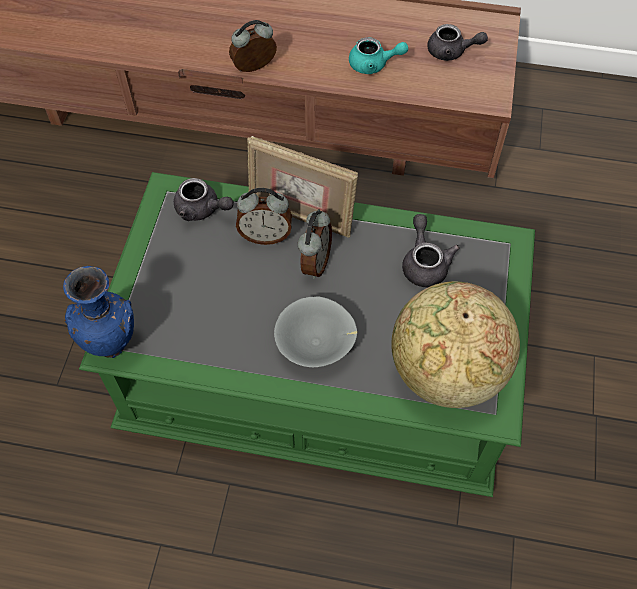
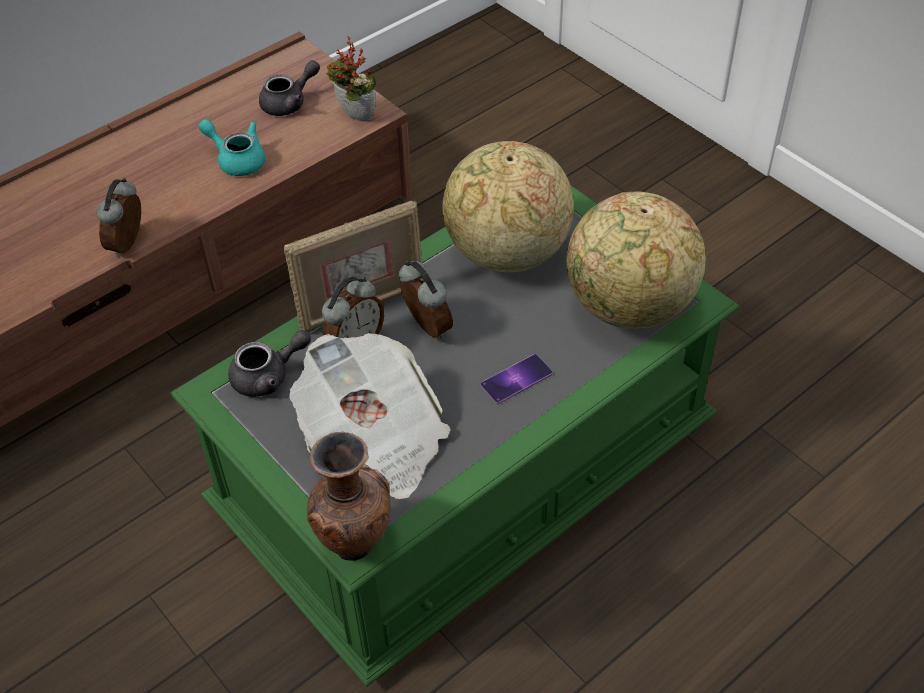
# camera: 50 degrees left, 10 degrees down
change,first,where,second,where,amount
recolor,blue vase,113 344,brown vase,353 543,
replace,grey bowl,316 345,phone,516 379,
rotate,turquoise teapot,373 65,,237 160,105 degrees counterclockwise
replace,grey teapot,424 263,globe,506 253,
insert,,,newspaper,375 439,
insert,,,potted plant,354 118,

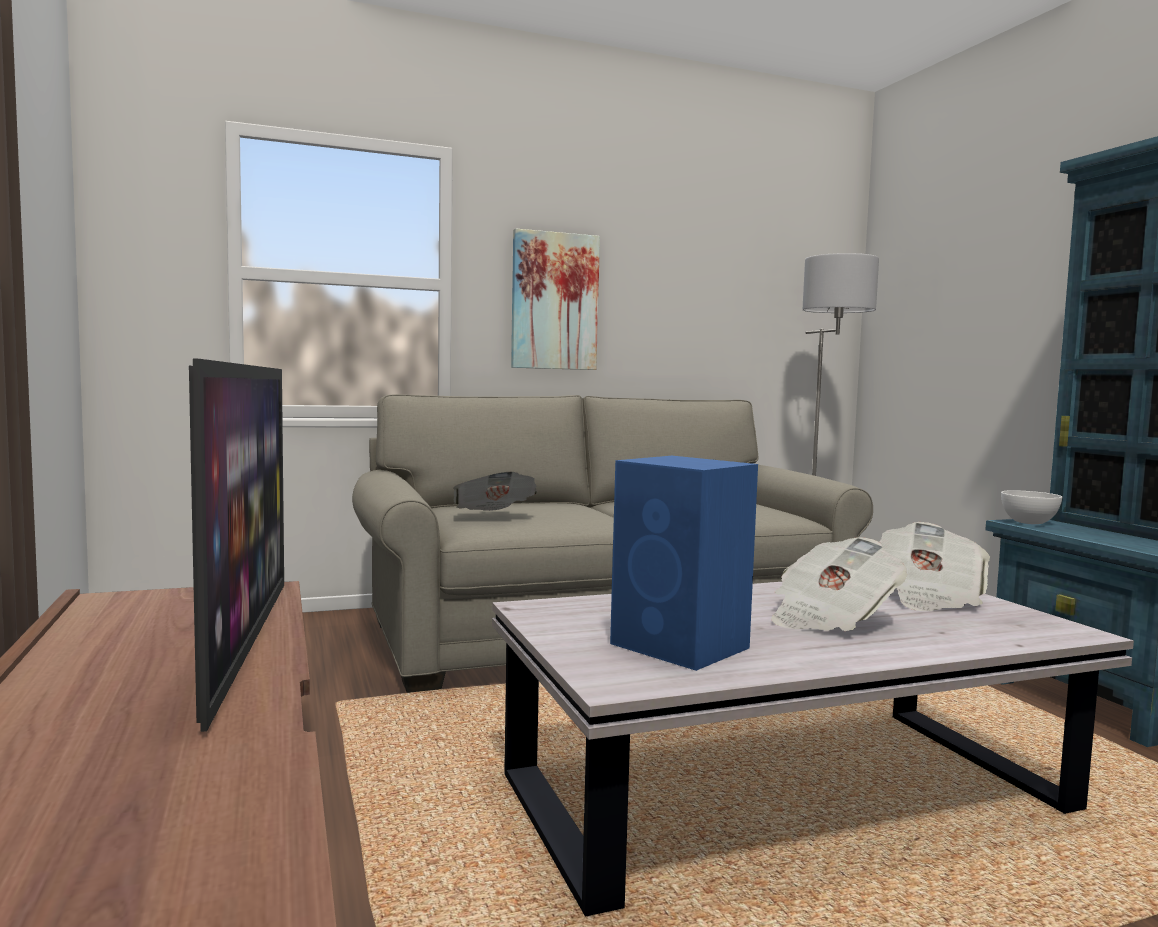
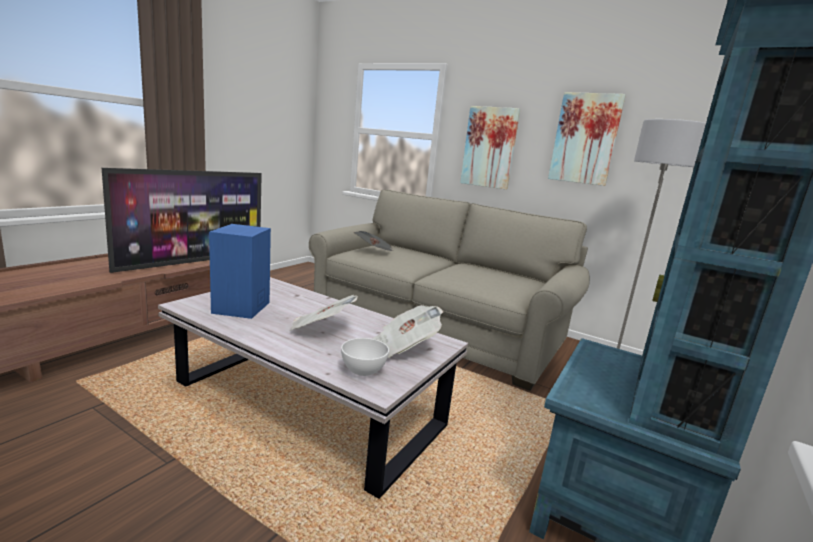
# camera: 50 degrees right, 10 degrees up
change,first,where,second,where,amount
move,white bowl,1028 522,,363 371,
insert,,,picture,585 139,

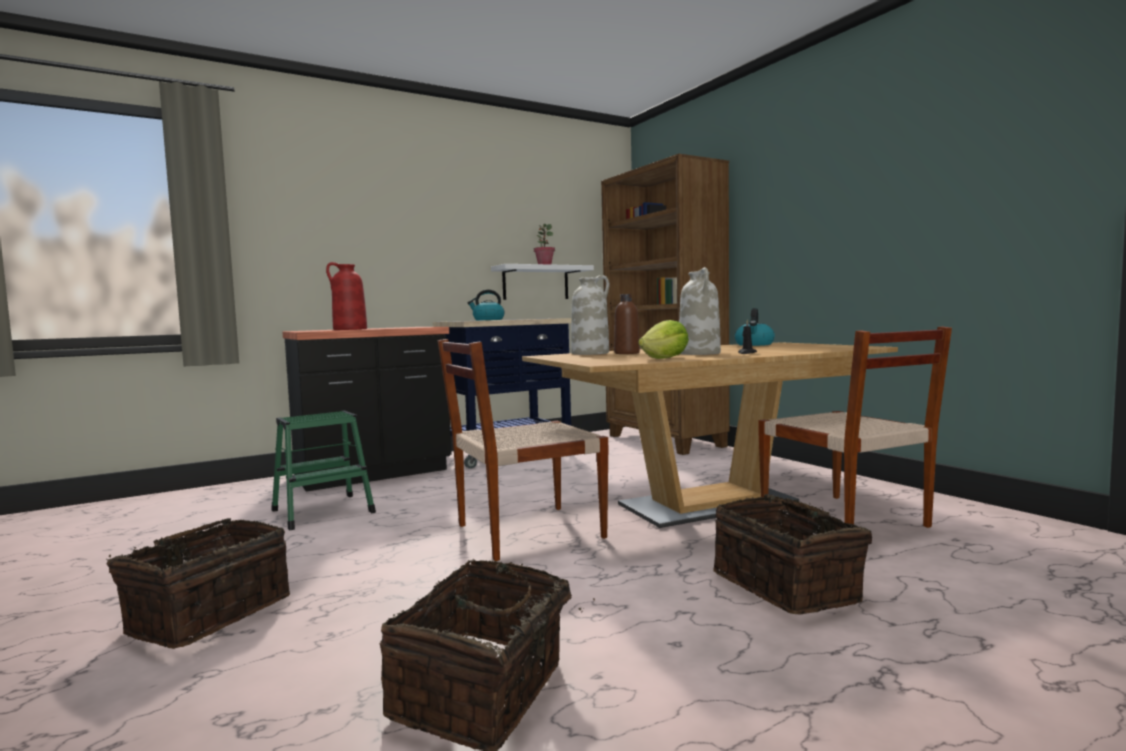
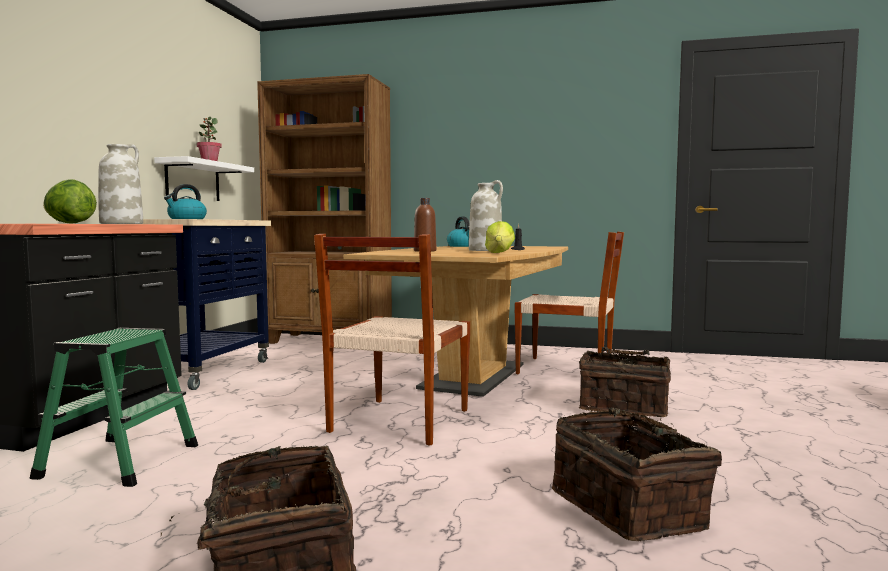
# camera: 45 degrees left, 0 degrees up
change,first,where,second,where,amount
replace,red vase,349 329,lettuce,69 223,
move,white vase,590 353,,122 223,

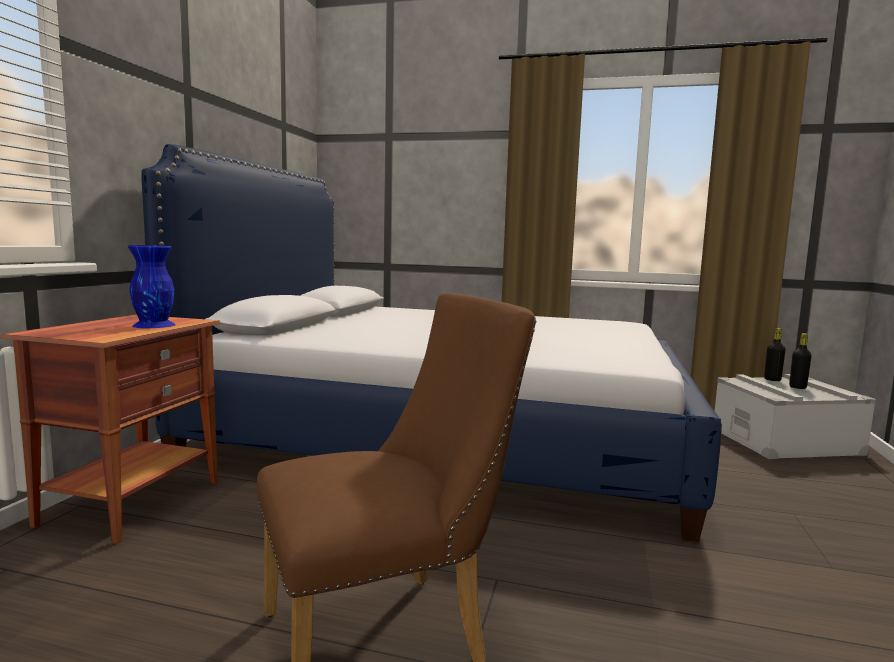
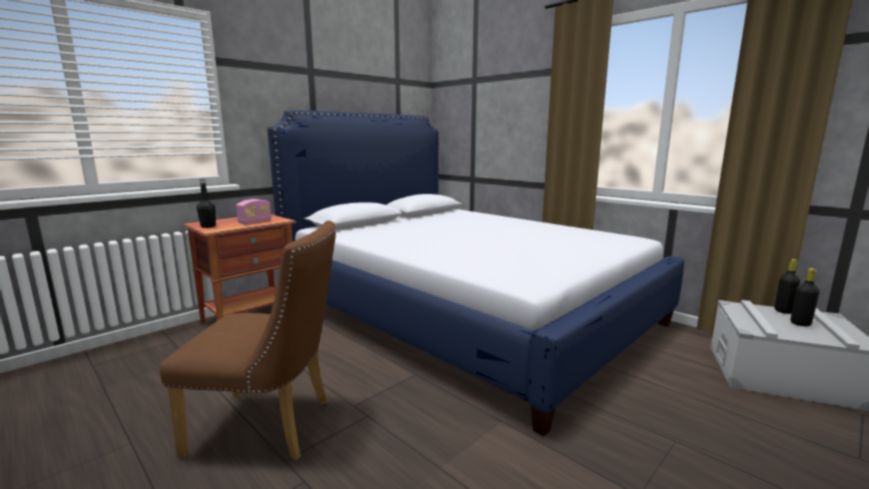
# camera: 30 degrees right, 5 degrees up
change,first,where,second,where,amount
replace,blue vase,154 325,radio,255 222,
insert,,,black bottle,208 226,

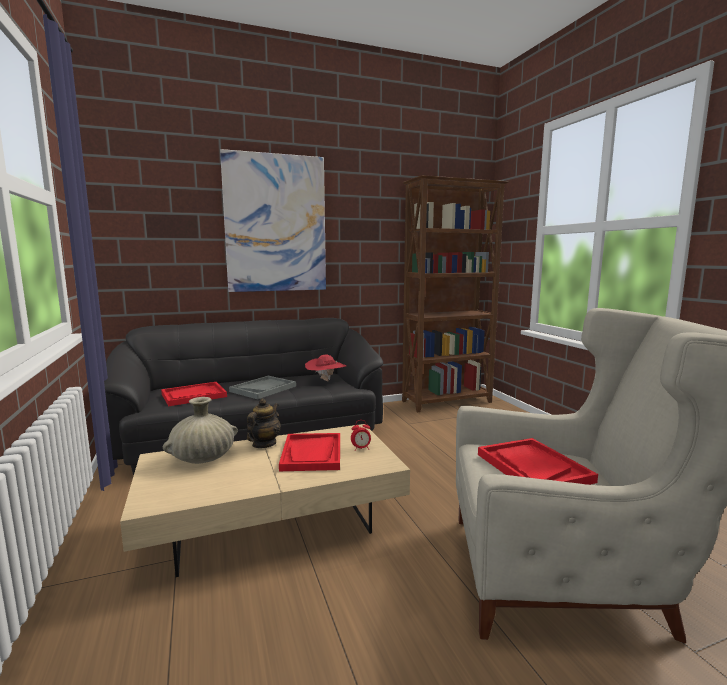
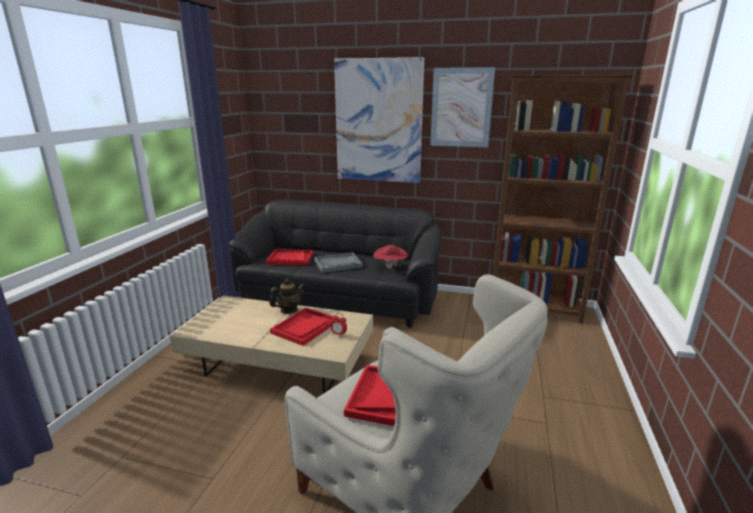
# camera: 35 degrees right, 10 degrees up
change,first,where,second,where,amount
delete,beige vase,203 459,,,
insert,,,picture,461 108,

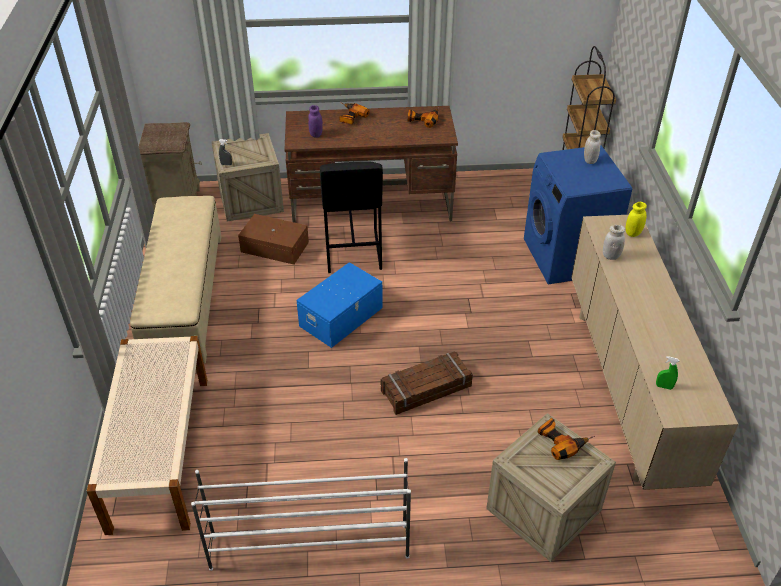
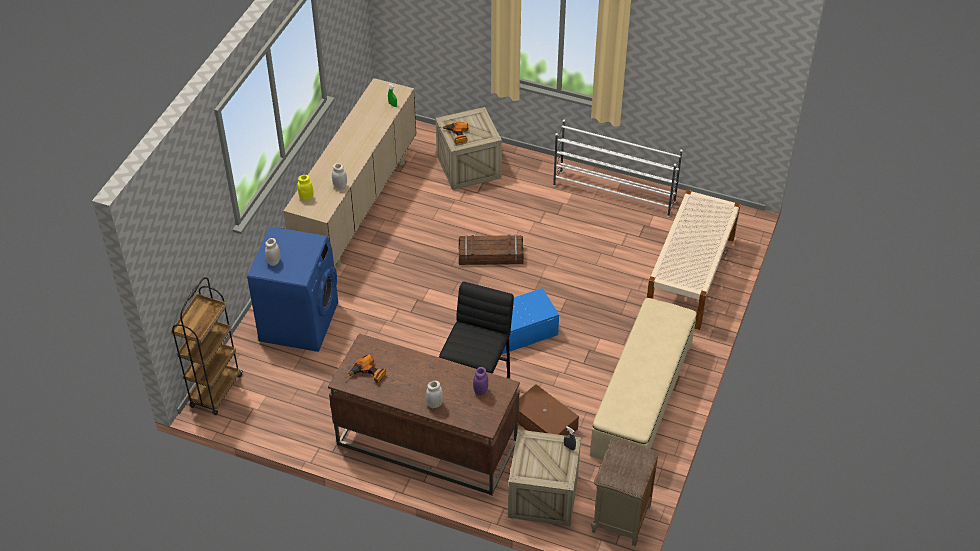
# camera: 155 degrees left, 5 degrees up
change,first,where,second,where,amount
replace,power drill,350 117,white jar,434 404,

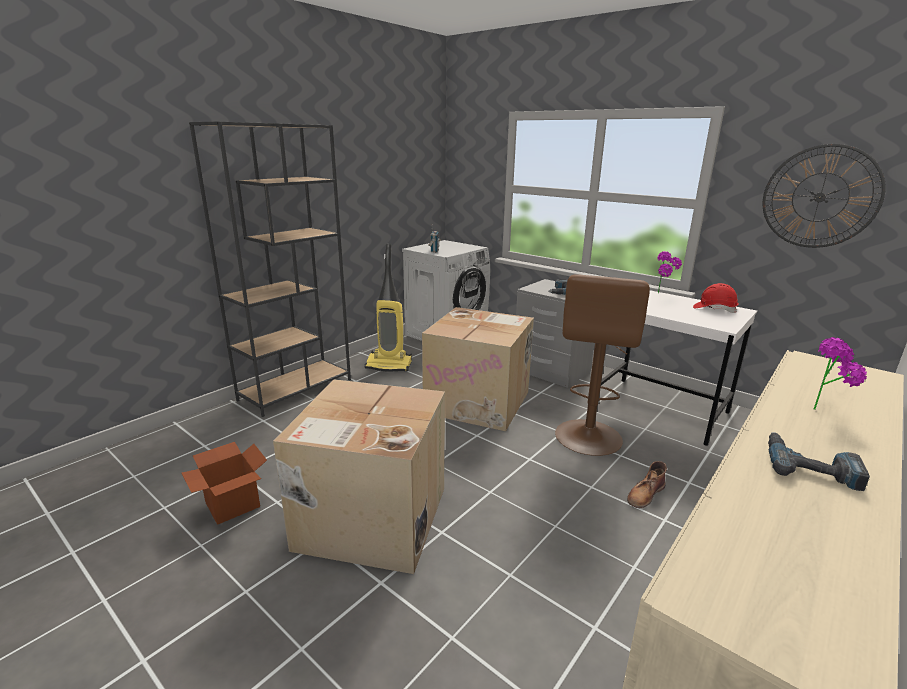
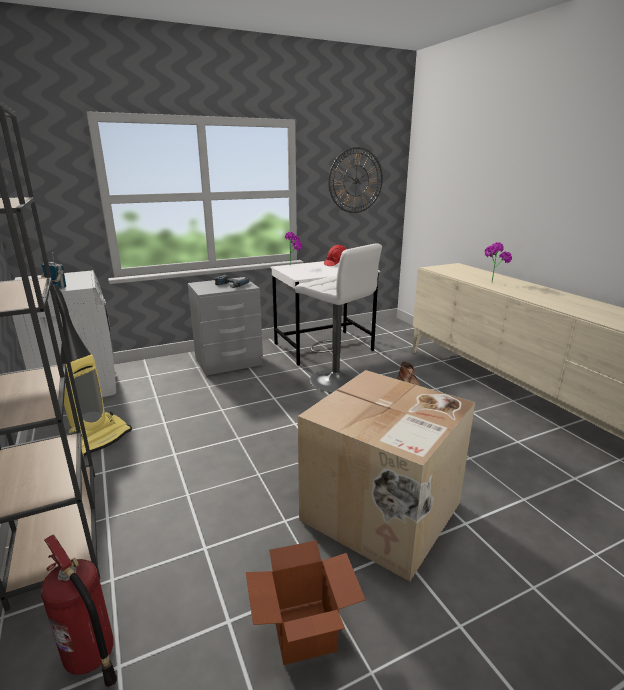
# camera: 65 degrees left, 0 degrees up
change,first,where,second,where,amount
delete,cardboard box,479 402,,,
recolor,brown stool,587 437,white stool,335 381,
delete,power drill,810 466,,,
insert,,,fire extinguisher,91 658,

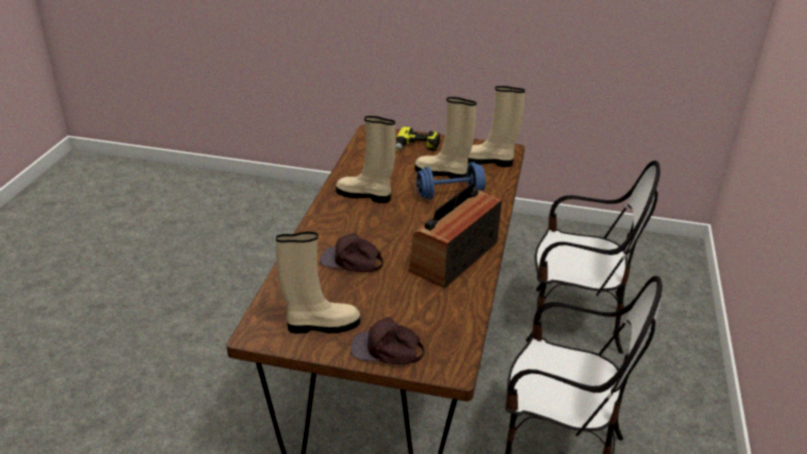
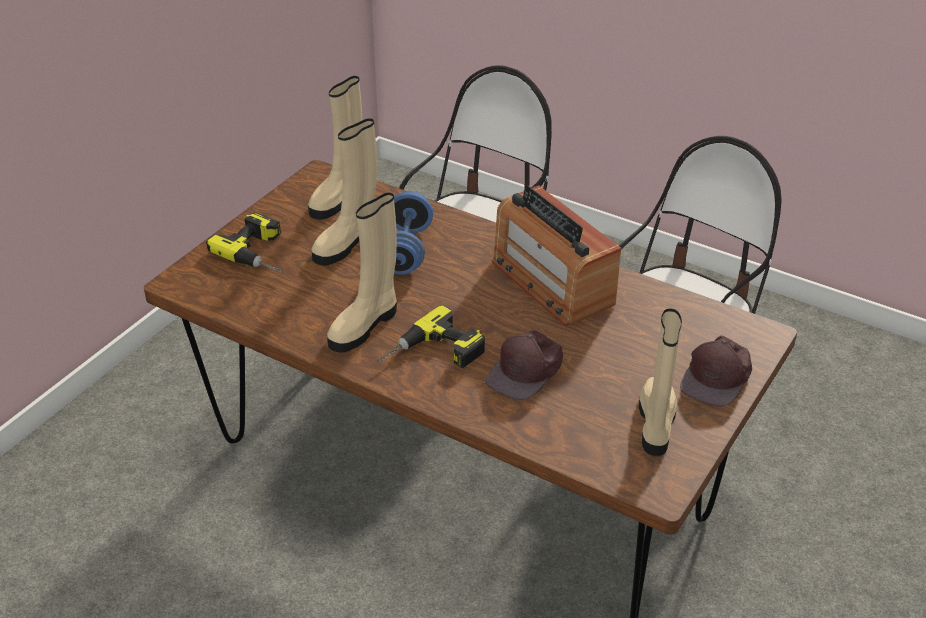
# camera: 70 degrees left, 5 degrees up
change,first,where,second,where,amount
insert,,,power drill,433 355,

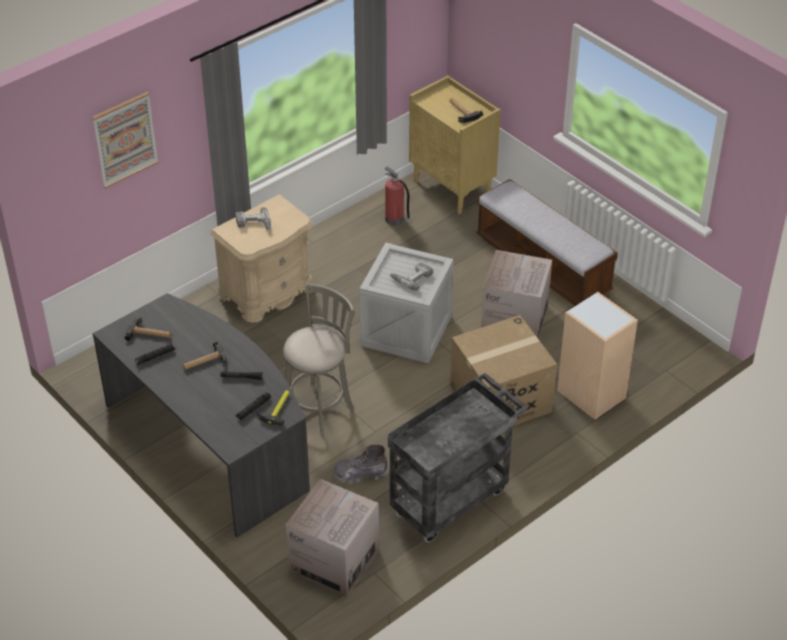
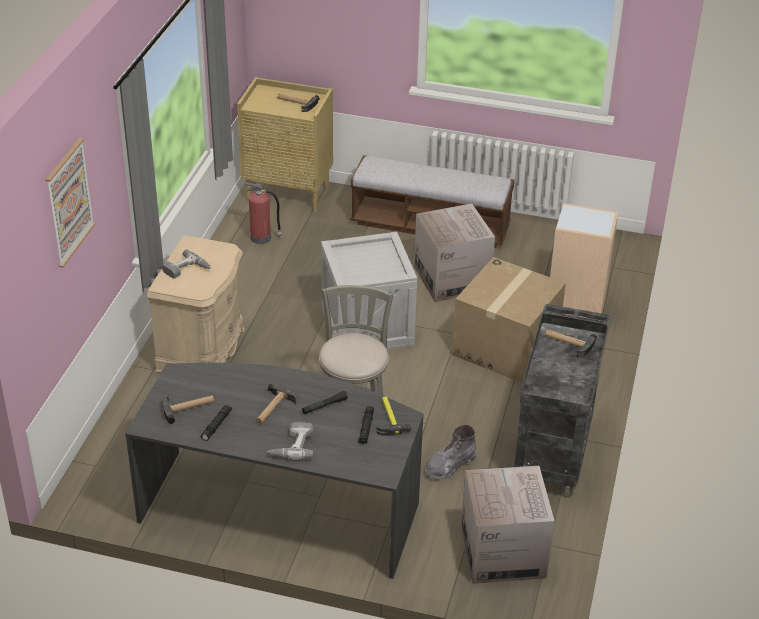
# camera: 35 degrees left, 5 degrees down
change,first,where,second,where,amount
move,power drill,411 277,,292 446,
insert,,,hammer,568 343,

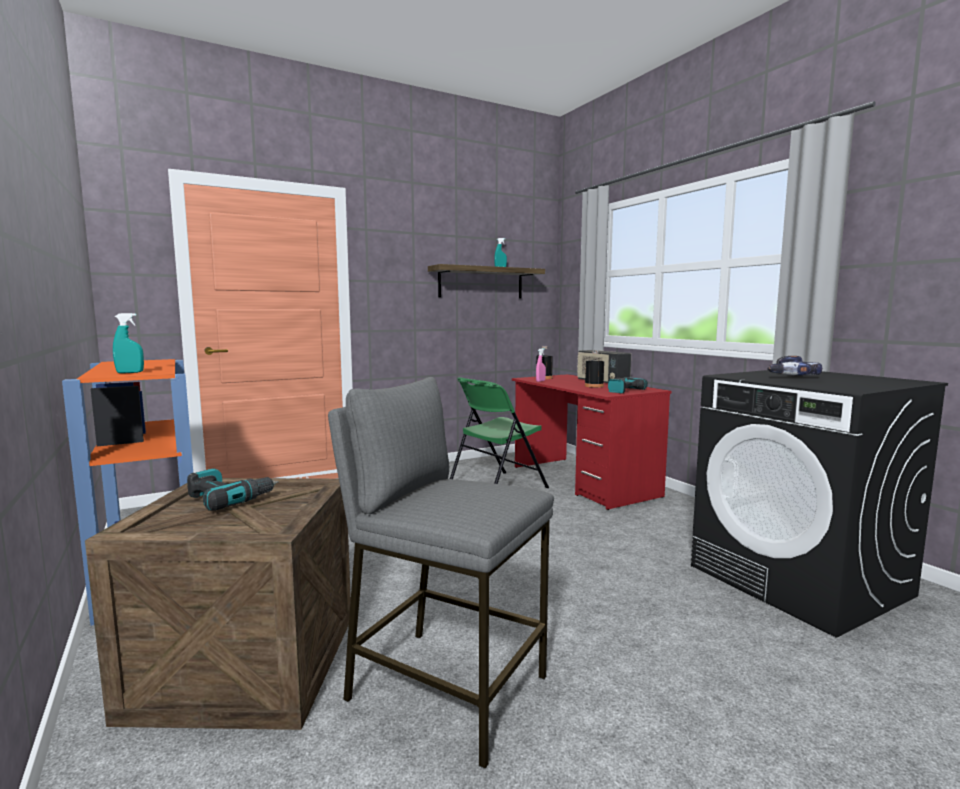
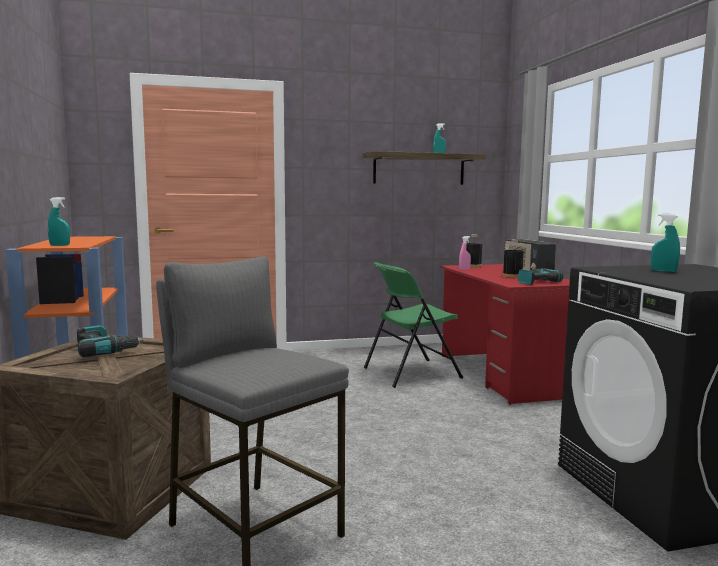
# camera: 15 degrees right, 0 degrees up
change,first,where,second,where,amount
replace,power drill,786 376,turquoise spray bottle,663 271,

